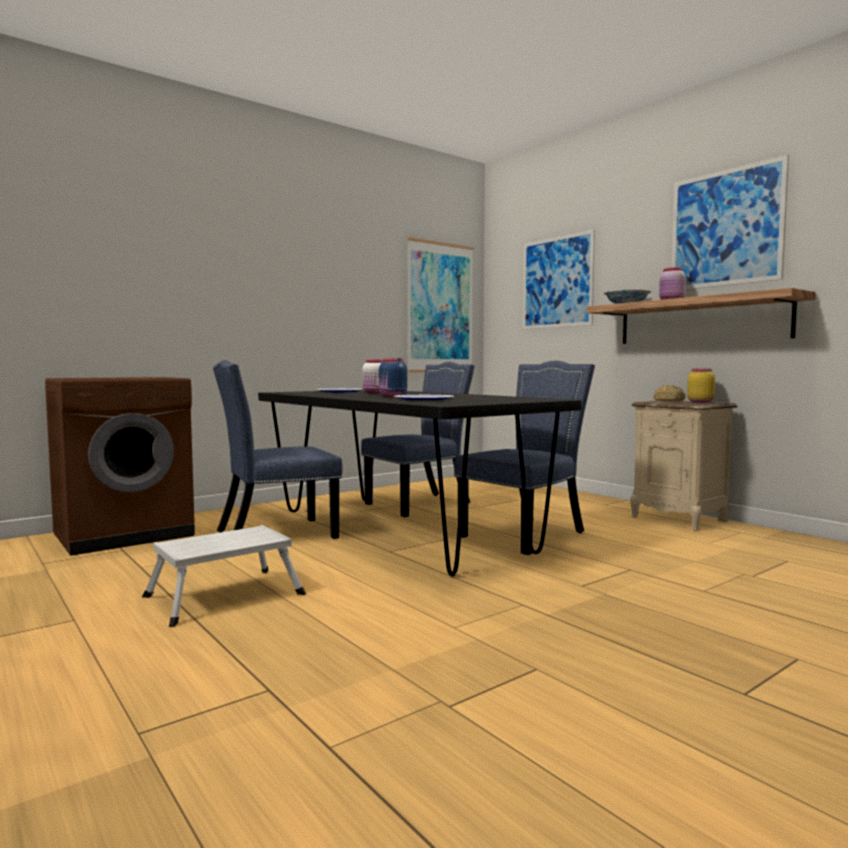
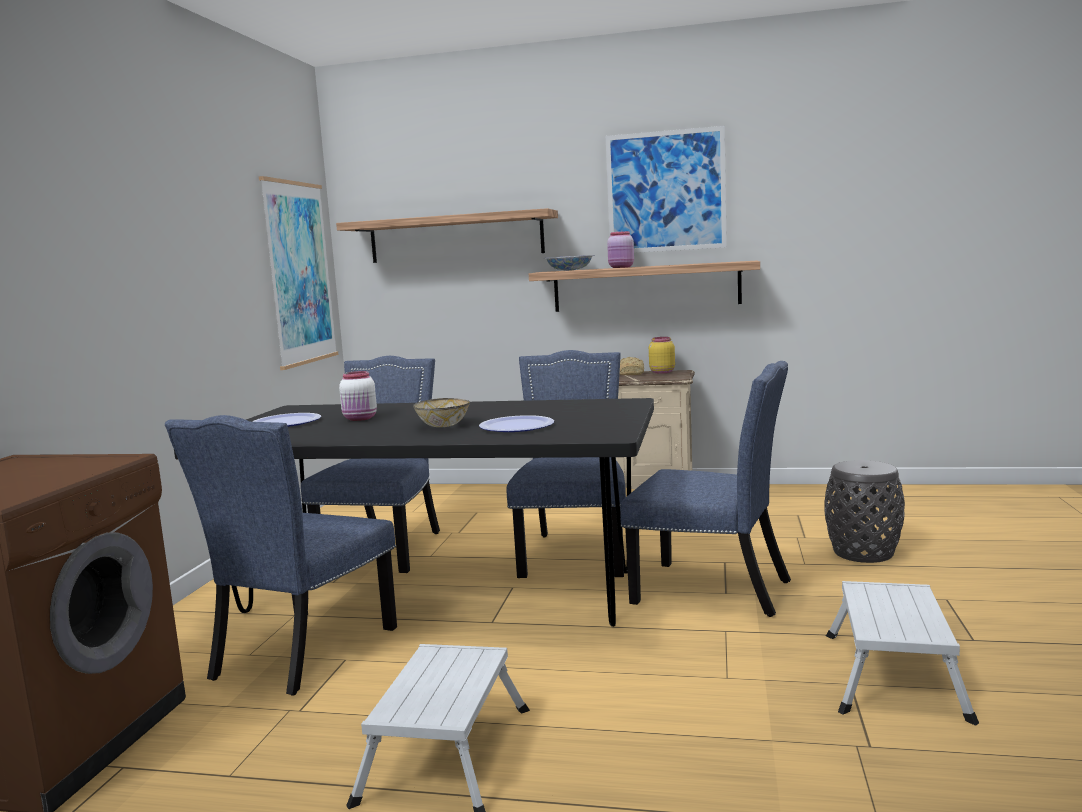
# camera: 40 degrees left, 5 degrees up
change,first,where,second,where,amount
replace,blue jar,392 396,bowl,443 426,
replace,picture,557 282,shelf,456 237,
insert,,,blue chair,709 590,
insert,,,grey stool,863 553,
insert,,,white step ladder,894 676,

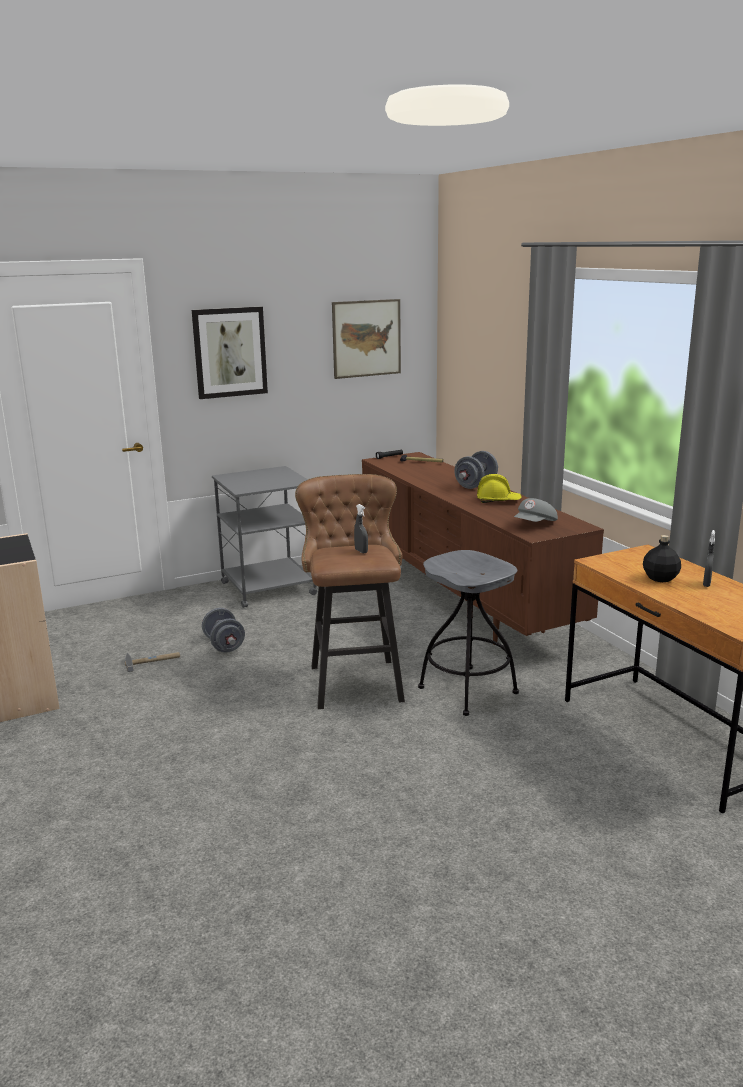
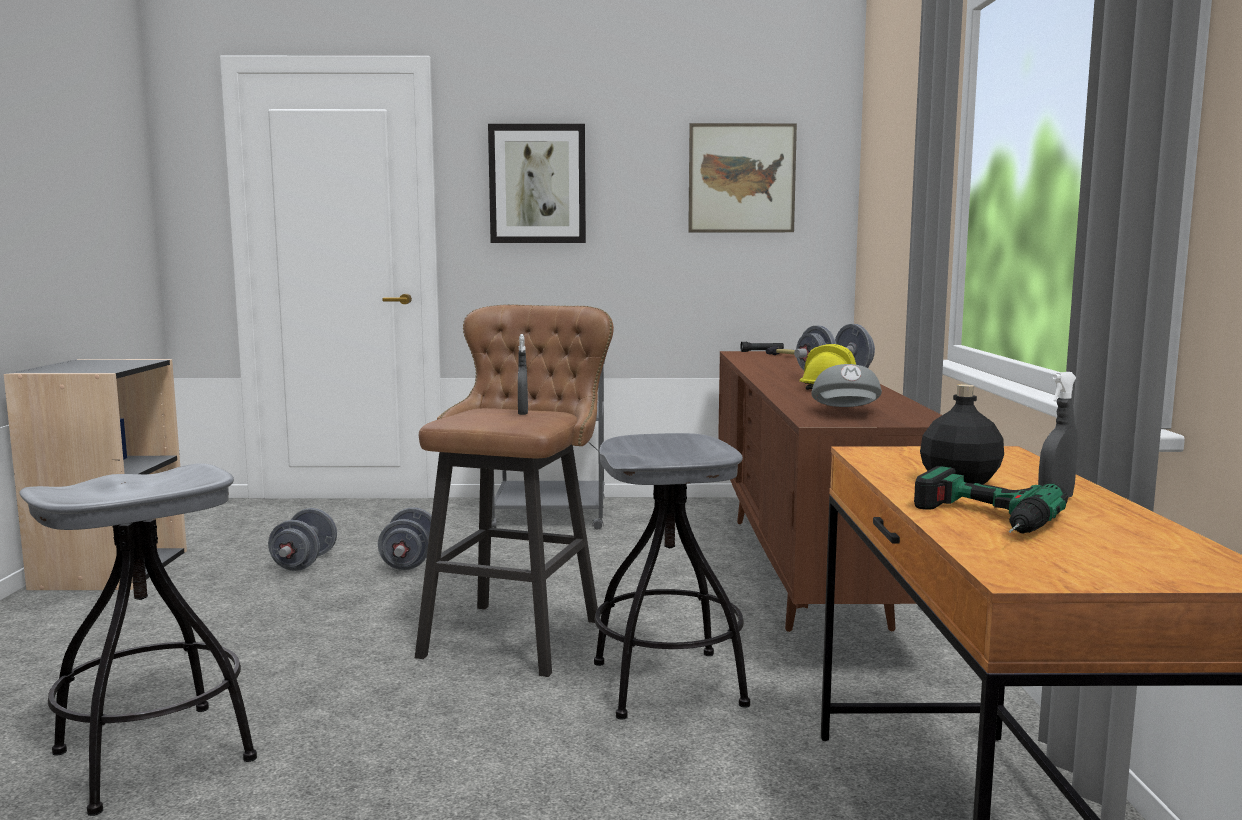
# camera: 25 degrees right, 10 degrees down
change,first,where,second,where,amount
replace,hammer,152 661,grey dumbbell,304 562,
rotate,grey cap,535 525,,847 413,60 degrees counterclockwise
insert,,,grey stool,153 755,
insert,,,power drill,977 520,

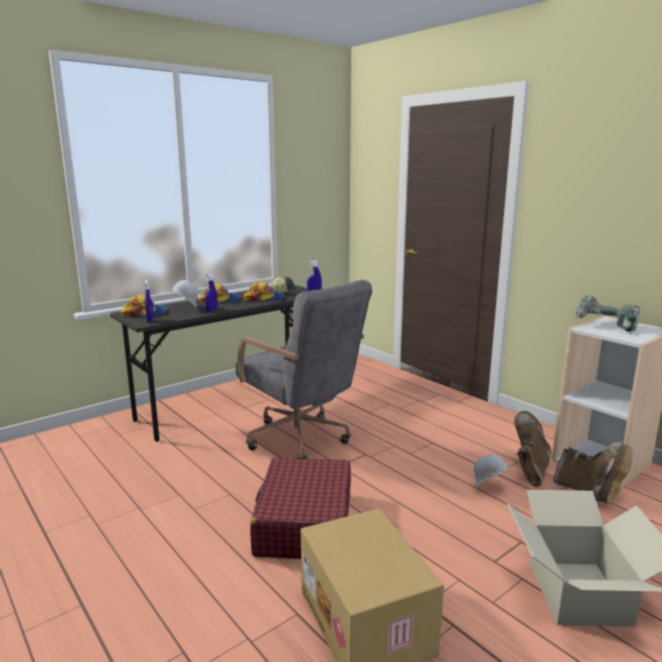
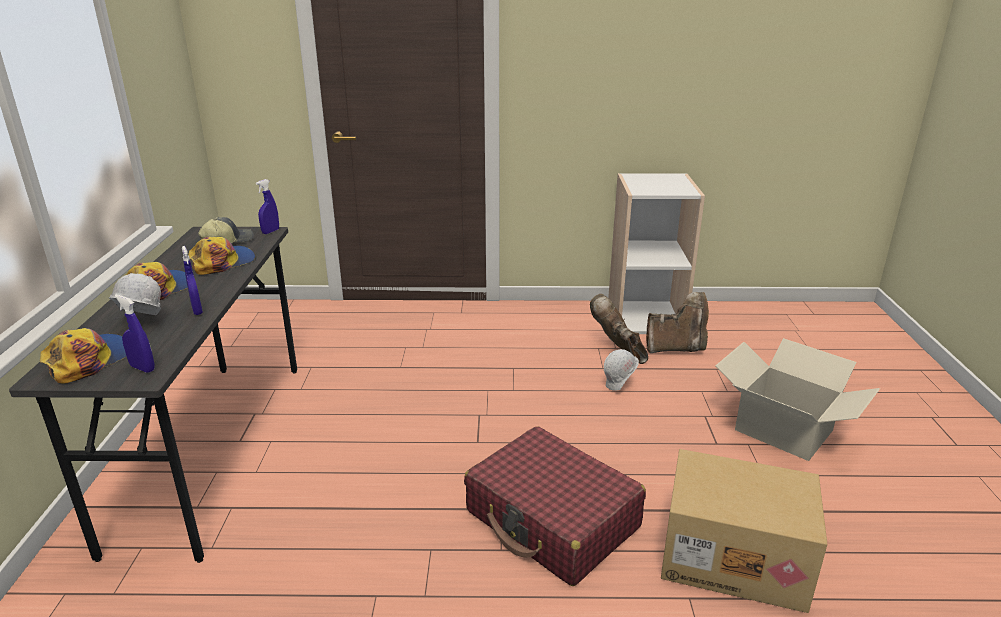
# camera: 50 degrees left, 10 degrees up
change,first,where,second,where,amount
delete,grey office chair,301 441,,,
delete,power drill,604 326,,,

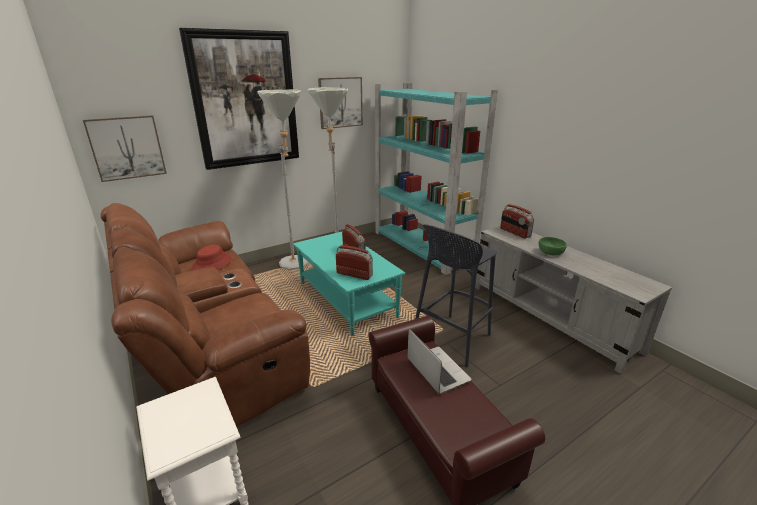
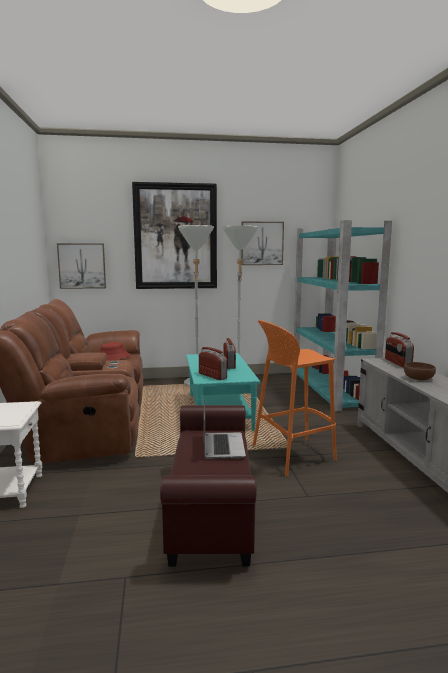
# camera: 25 degrees right, 15 degrees down
change,first,where,second,where,amount
recolor,grey stool,452 338,orange stool,293 455,
recolor,green bowl,550 252,brown bowl,418 378,

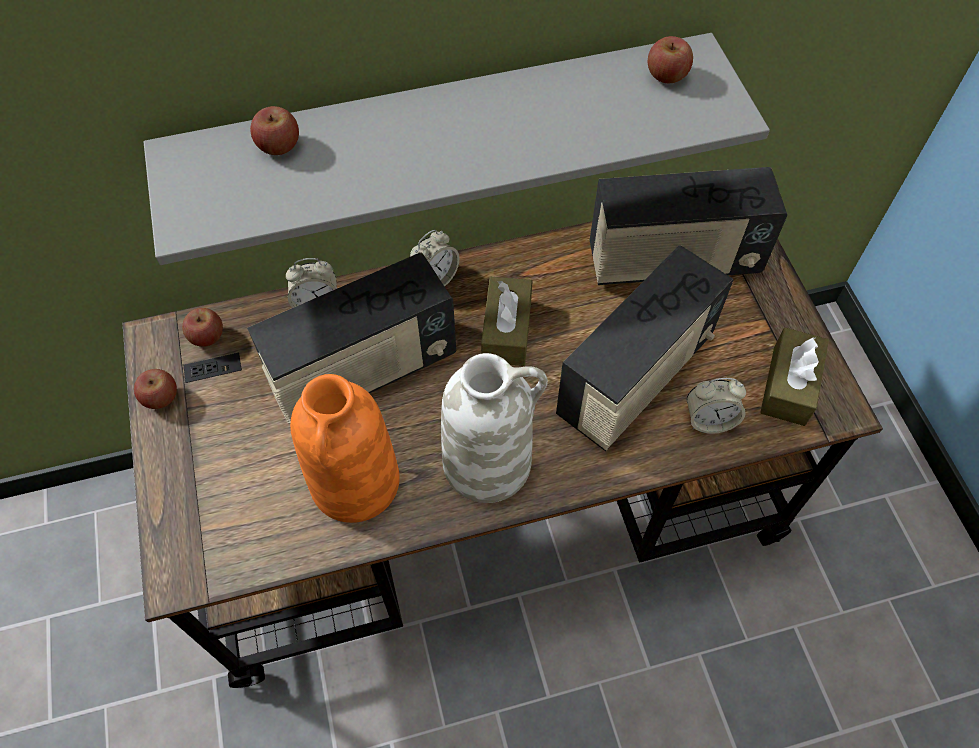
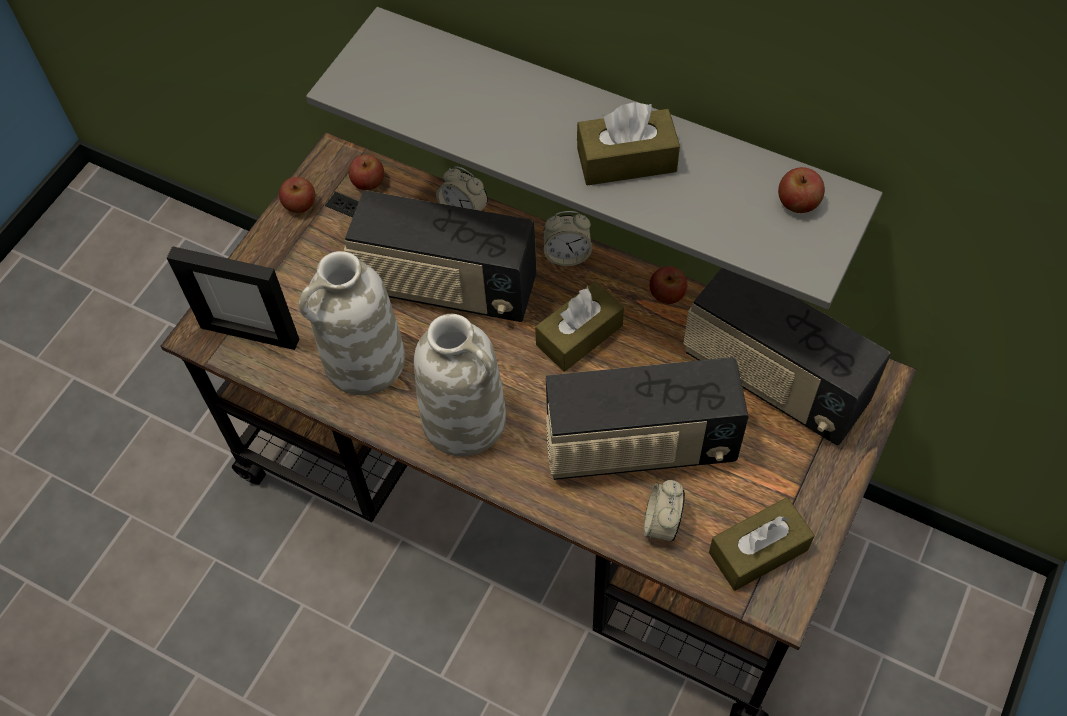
# camera: 45 degrees right, 0 degrees up
change,first,where,second,where,amount
move,apple,279 145,,667 294,
recolor,orange vase,356 483,white vase,364 362,
rotate,alarm clock,709 419,,662 523,60 degrees clockwise
insert,,,picture frame,250 331,
insert,,,brown tissue box,626 160,

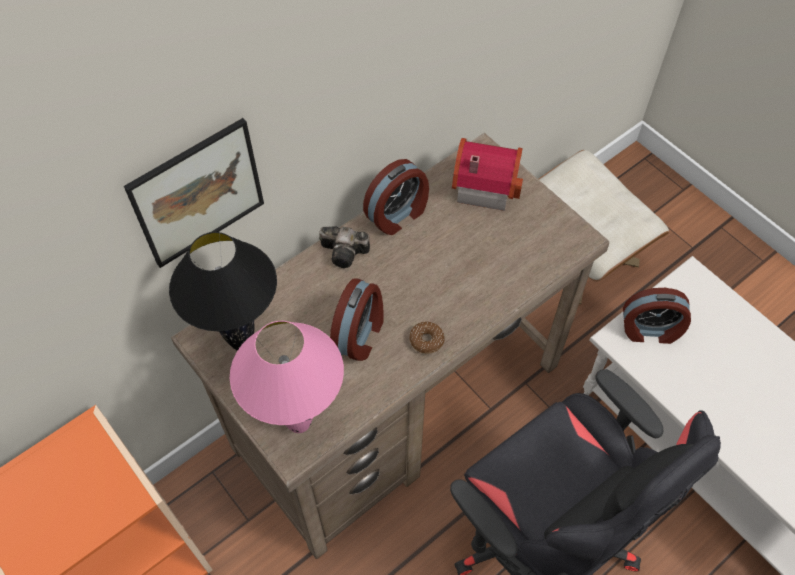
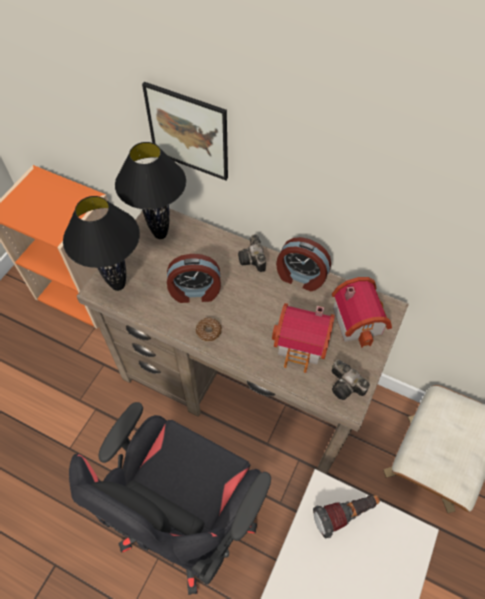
# camera: 65 degrees right, 0 degrees up
change,first,where,second,where,amount
recolor,pink table lamp,300 425,black table lamp,118 286,
replace,alarm clock,650 330,flashlight,345 514,
insert,,,toy house,302 345,
insert,,,photo camera,346 386,

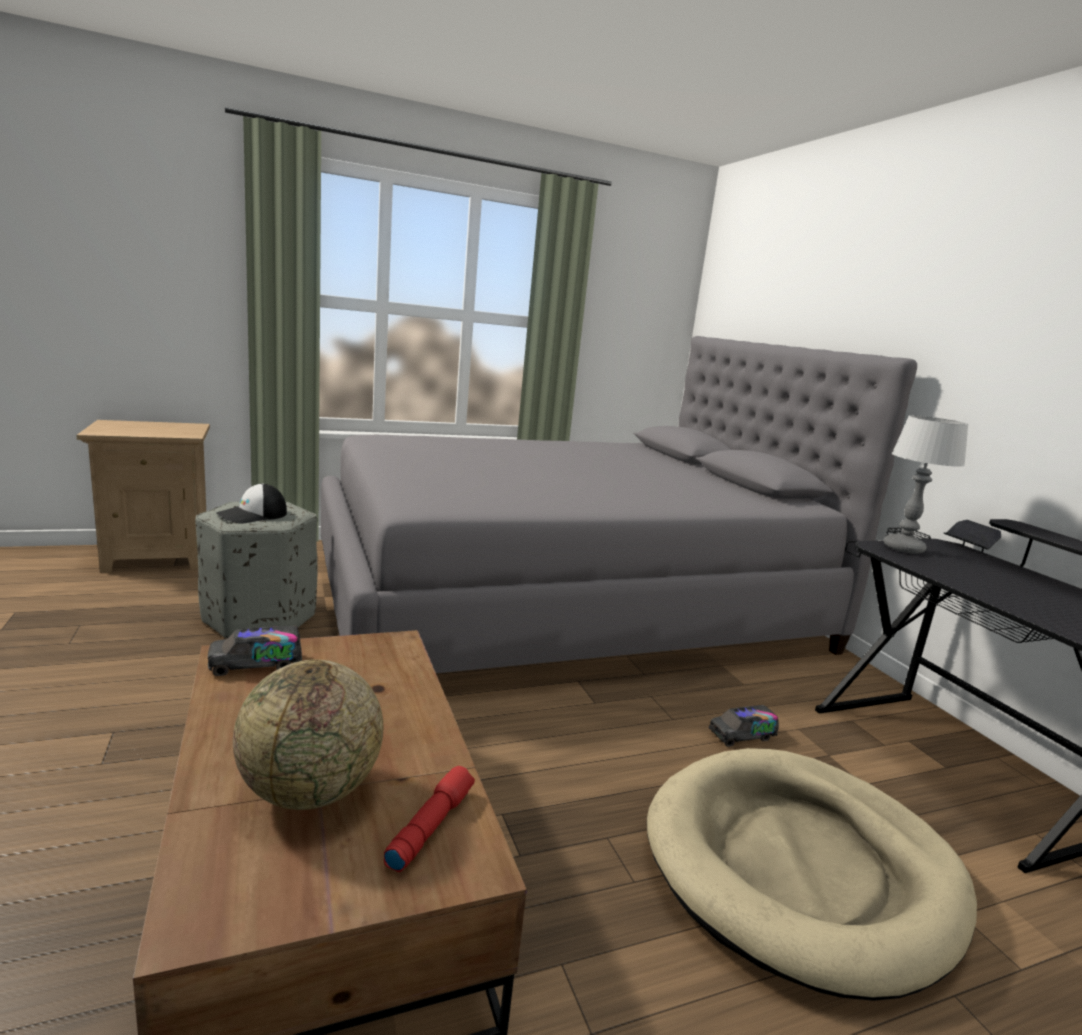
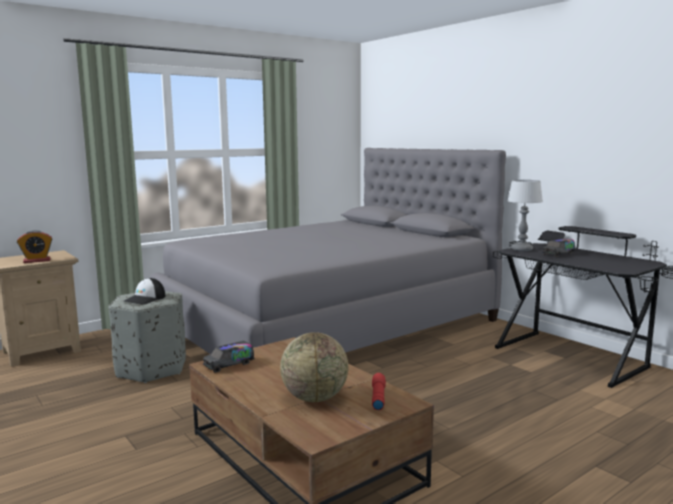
# camera: 15 degrees left, 5 degrees down
change,first,where,second,where,amount
delete,beige dog bed,800 867,,,
move,toy truck,742 735,,558 254,
insert,,,alarm clock,37 261,

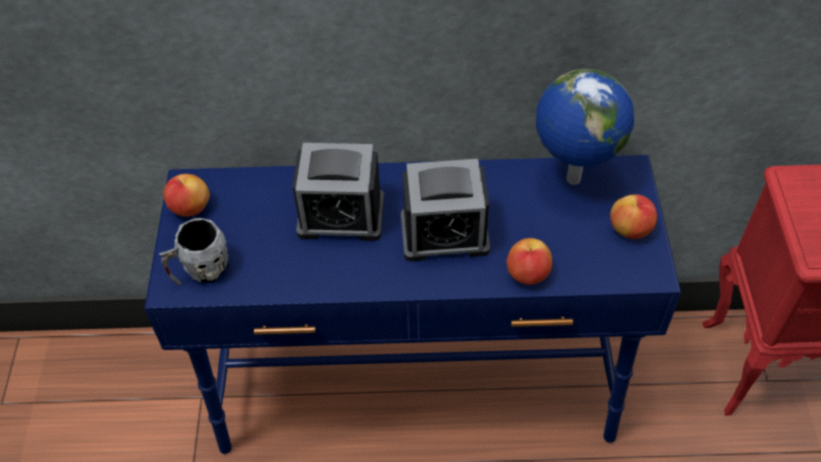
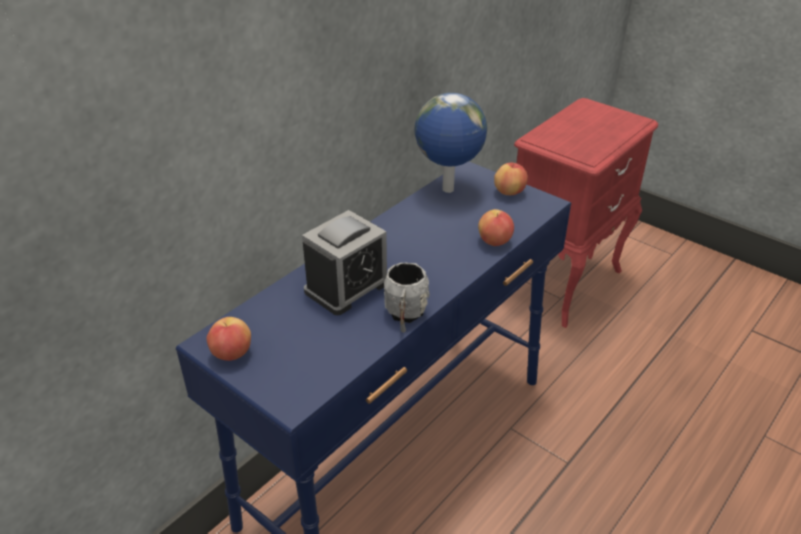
# camera: 50 degrees left, 15 degrees down
change,first,where,second,where,amount
move,grey mug,200 271,,405 316,
delete,alarm clock,444 234,,,

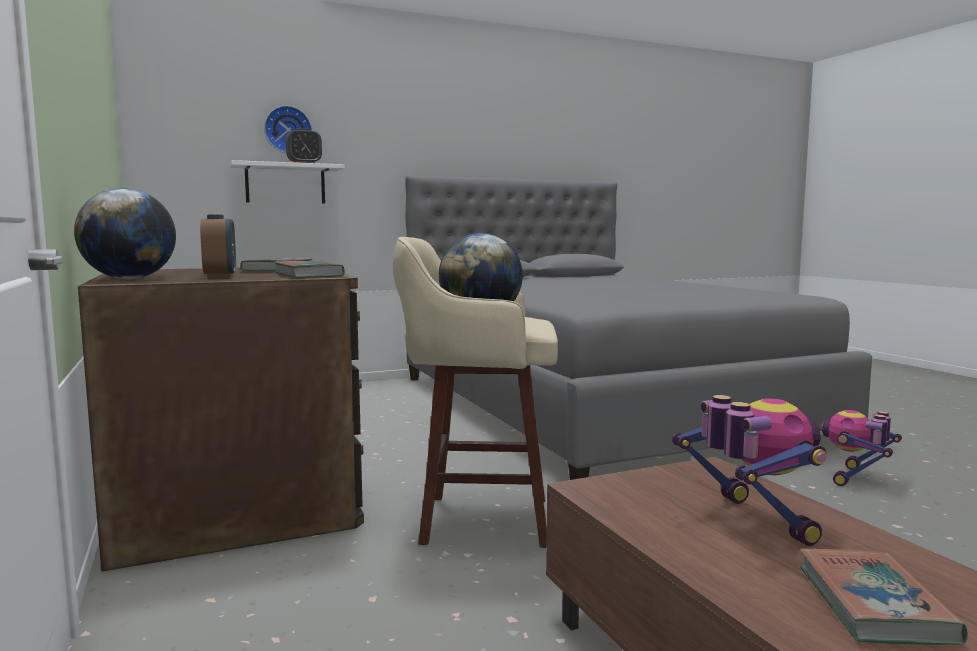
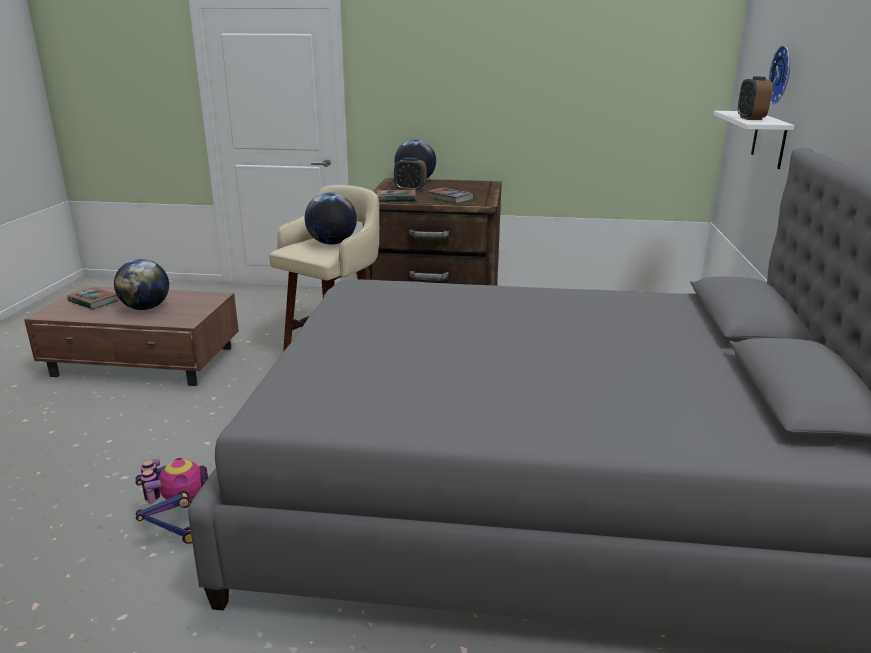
# camera: 120 degrees right, 15 degrees up
change,first,where,second,where,amount
replace,toy robot,751 521,globe,146 308,

